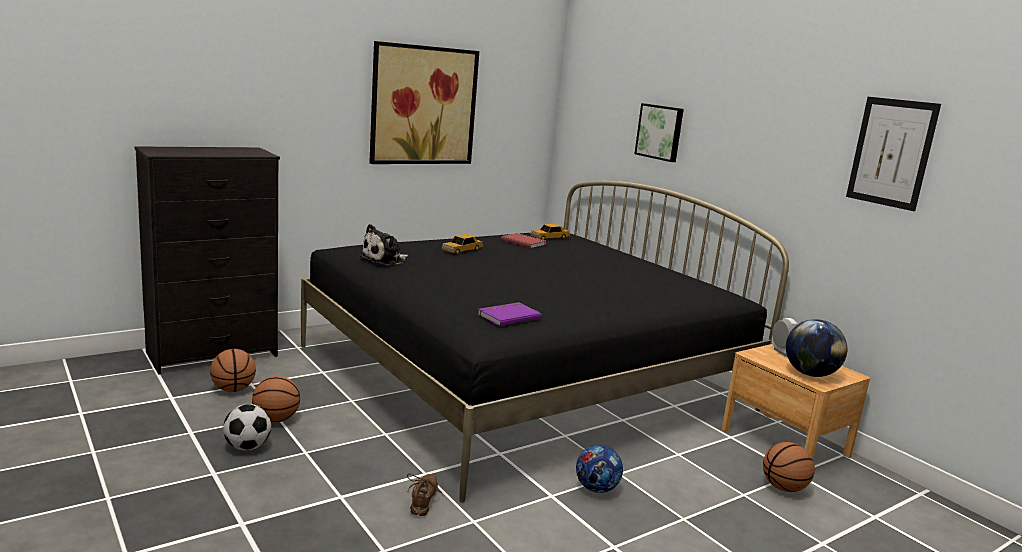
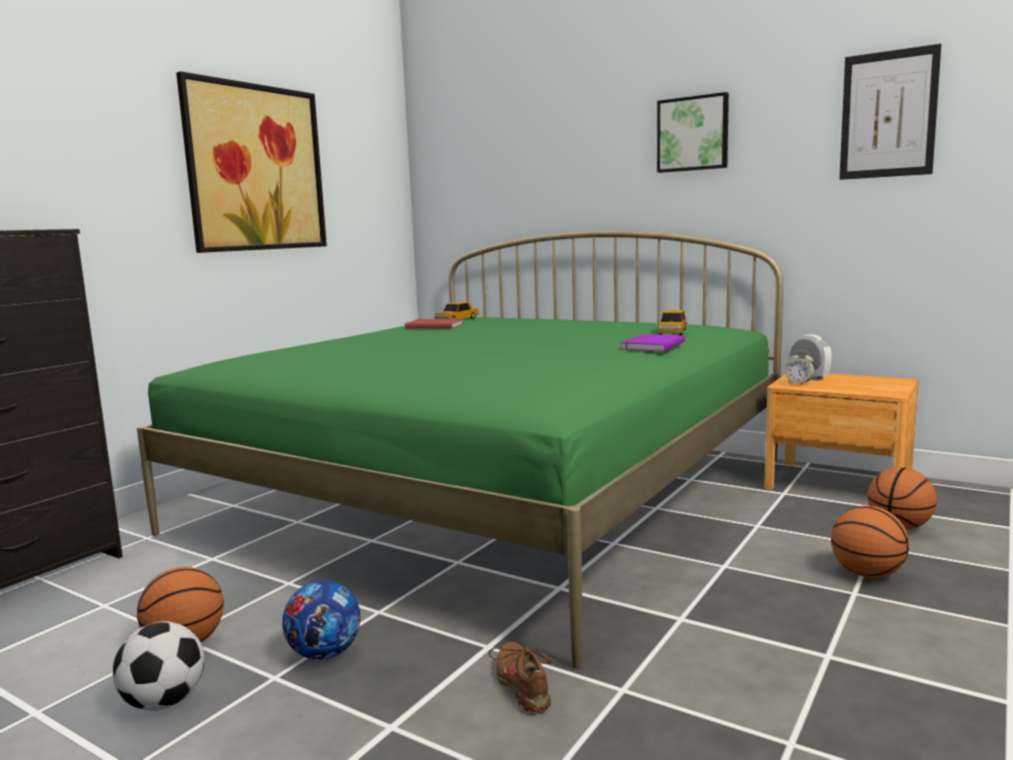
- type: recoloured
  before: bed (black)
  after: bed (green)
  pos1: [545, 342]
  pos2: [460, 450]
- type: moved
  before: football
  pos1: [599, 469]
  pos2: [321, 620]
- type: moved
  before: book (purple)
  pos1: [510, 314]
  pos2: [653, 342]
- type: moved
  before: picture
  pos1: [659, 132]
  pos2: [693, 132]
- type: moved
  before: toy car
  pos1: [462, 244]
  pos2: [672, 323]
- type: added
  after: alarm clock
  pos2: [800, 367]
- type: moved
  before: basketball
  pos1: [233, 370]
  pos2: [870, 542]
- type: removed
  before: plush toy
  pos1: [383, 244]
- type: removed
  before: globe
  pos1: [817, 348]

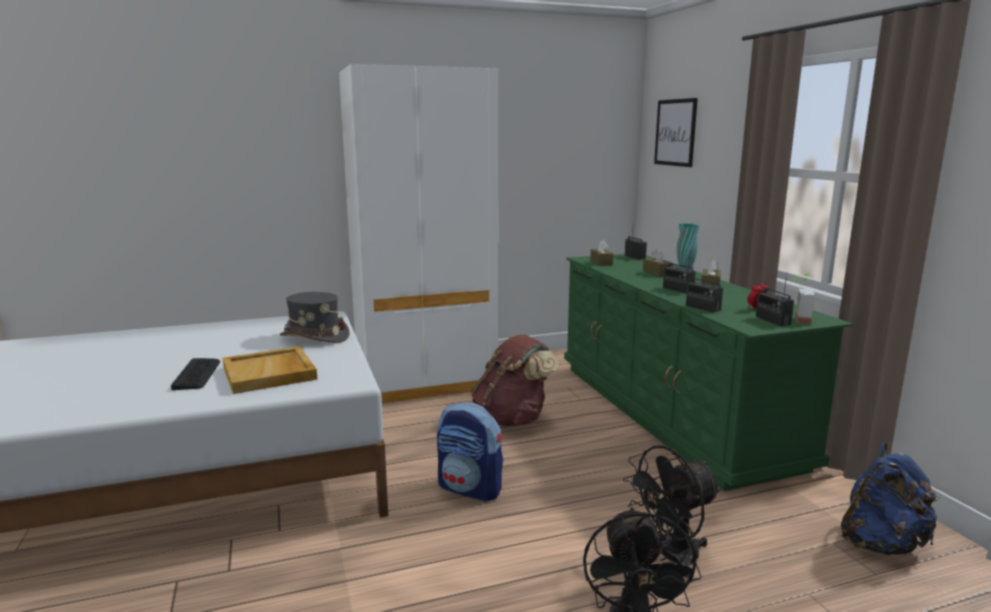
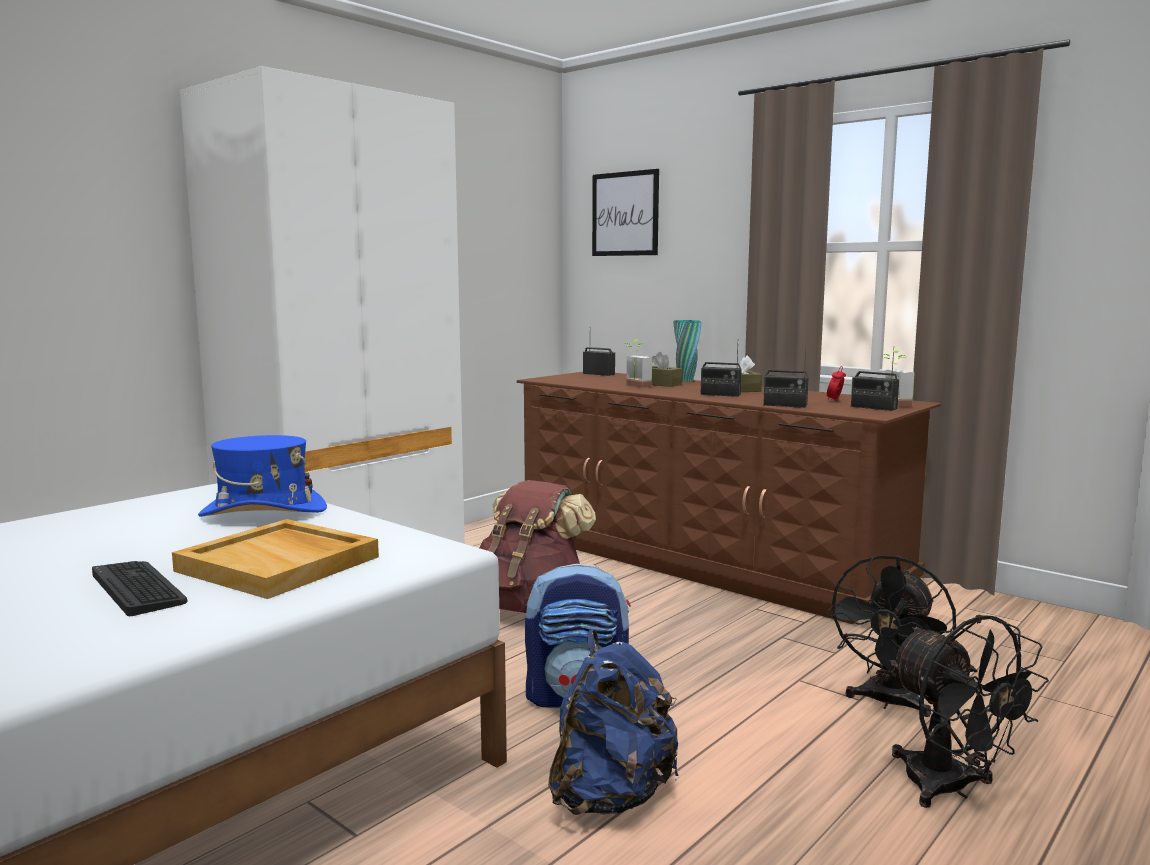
- type: recoloured
  before: hat (grey)
  after: hat (blue)
  pos1: [314, 317]
  pos2: [262, 476]
- type: recoloured
  before: dresser (green)
  after: dresser (brown)
  pos1: [708, 372]
  pos2: [729, 498]
- type: moved
  before: backpack (blue)
  pos1: [890, 498]
  pos2: [613, 722]
- type: added
  after: potted plant
  pos2: [639, 363]
- type: removed
  before: tissue box (brown)
  pos1: [601, 253]

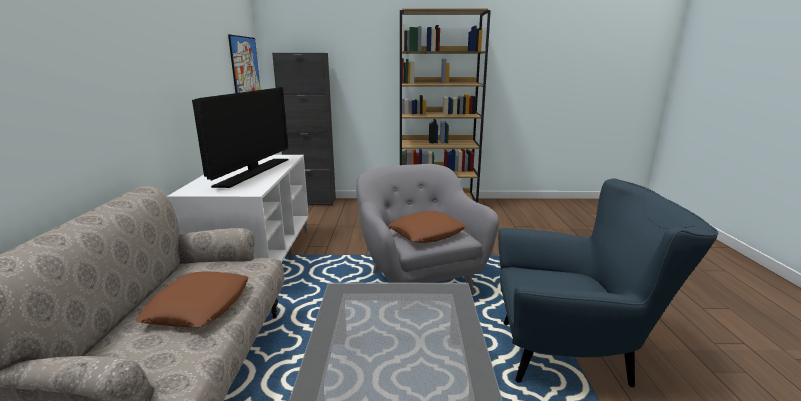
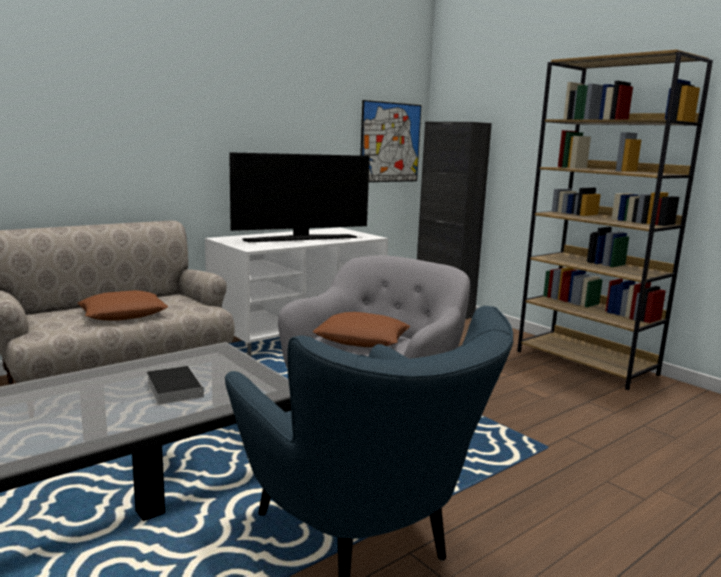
- type: added
  after: book
  pos2: [175, 385]

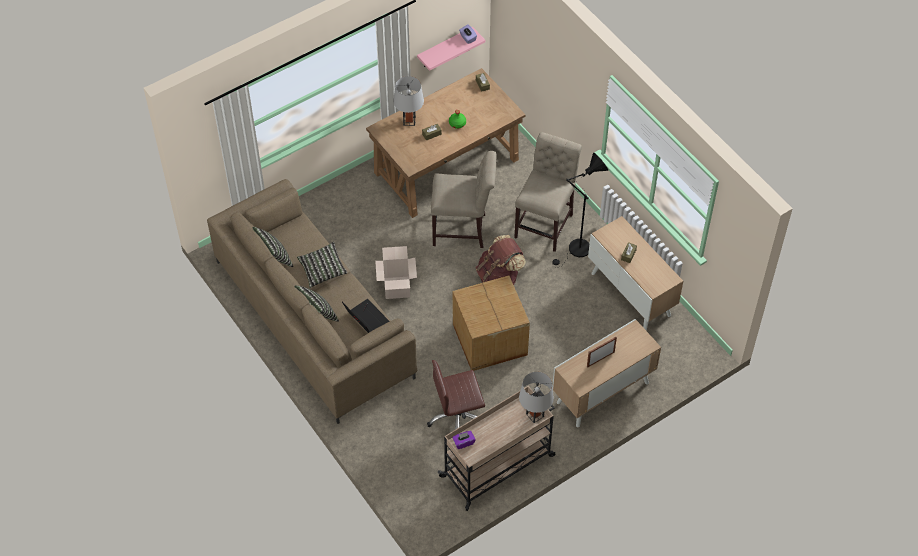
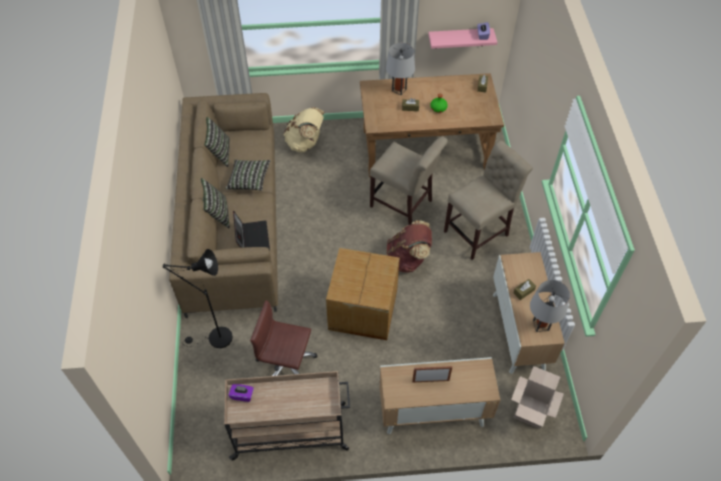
- type: moved
  before: floor lamp (black)
  pos1: [580, 210]
  pos2: [198, 298]
- type: added
  after: backpack (beige)
  pos2: [303, 129]
- type: moved
  before: cardboard box
  pos1: [396, 272]
  pos2: [537, 397]
- type: moved
  before: table lamp (grey)
  pos1: [536, 397]
  pos2: [550, 306]

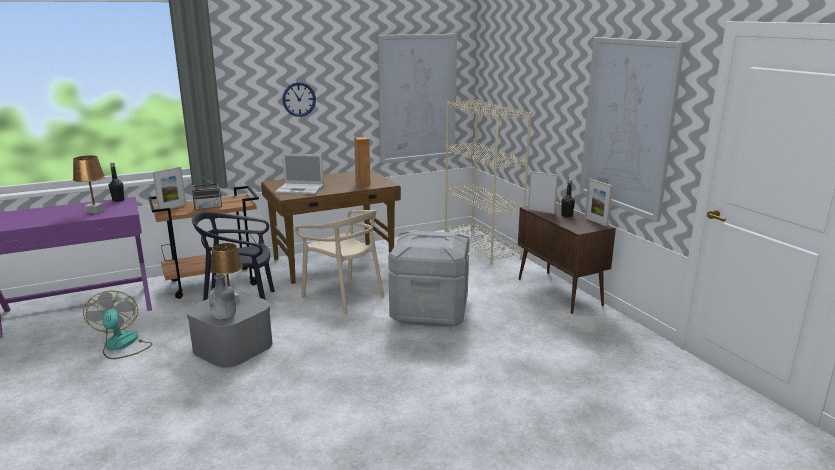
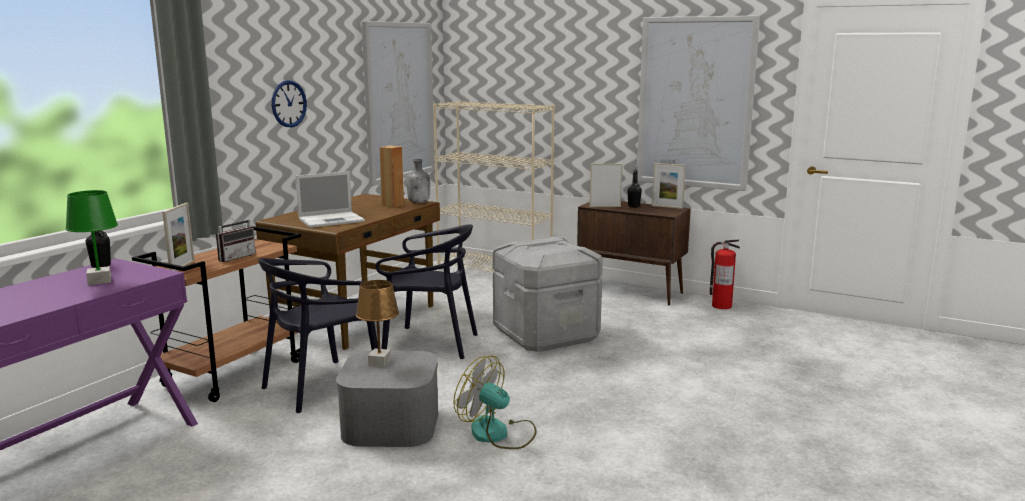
- type: recoloured
  before: table lamp (brown)
  after: table lamp (green)
  pos1: [89, 184]
  pos2: [91, 237]
- type: recoloured
  before: chair (beige)
  after: chair (black)
  pos1: [339, 261]
  pos2: [426, 291]
- type: moved
  before: bottle (grey)
  pos1: [222, 297]
  pos2: [418, 181]
- type: moved
  before: fan
  pos1: [117, 325]
  pos2: [495, 402]
- type: added
  after: fire extinguisher
  pos2: [725, 274]

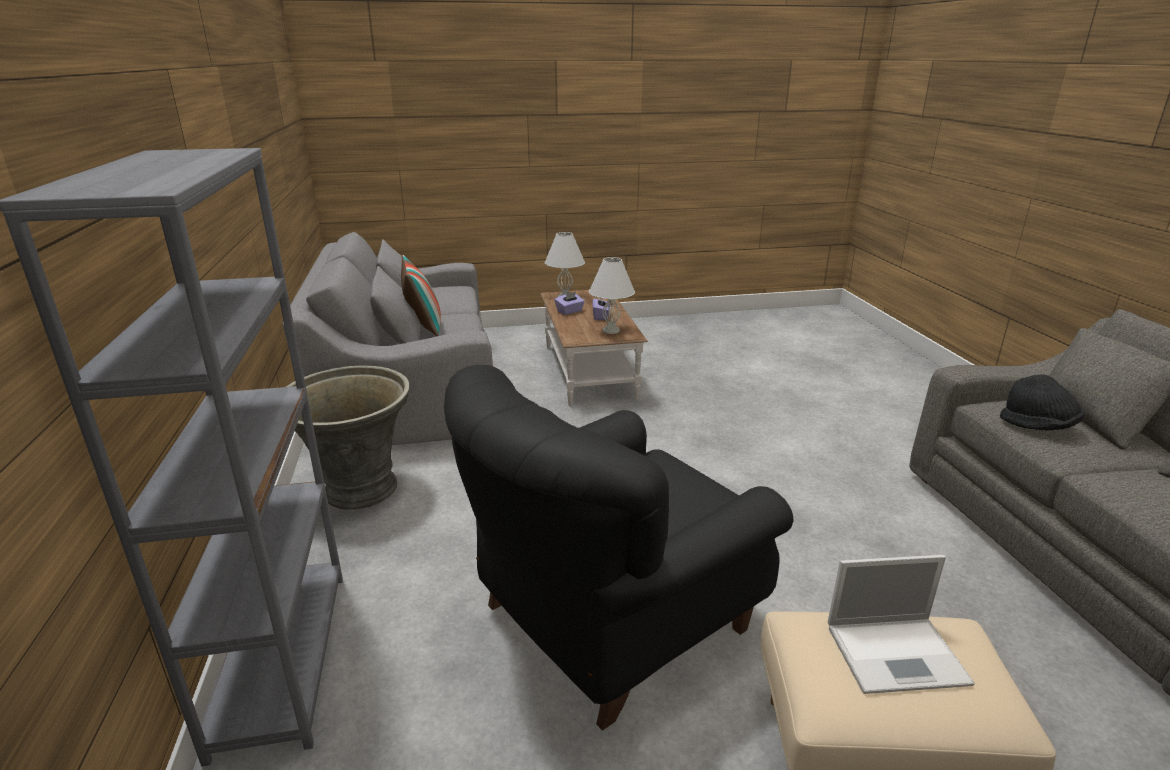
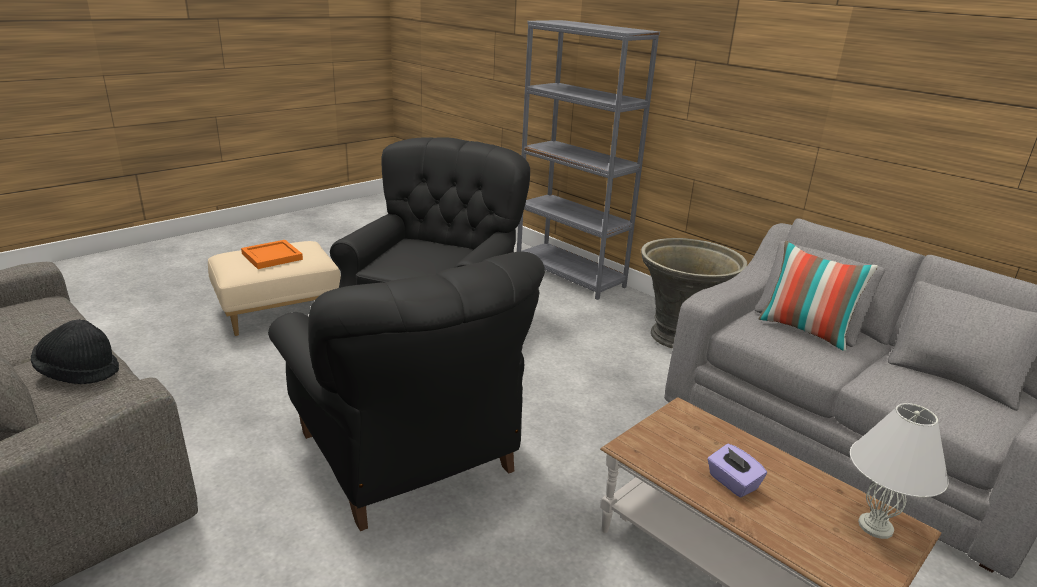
- type: replaced
  before: laptop
  after: tray (orange)
  pos1: [901, 624]
  pos2: [272, 254]
- type: added
  after: armchair (black)
  pos2: [406, 391]
- type: removed
  before: tissue box (purple)
  pos1: [570, 303]
- type: removed
  before: table lamp (white)
  pos1: [612, 295]

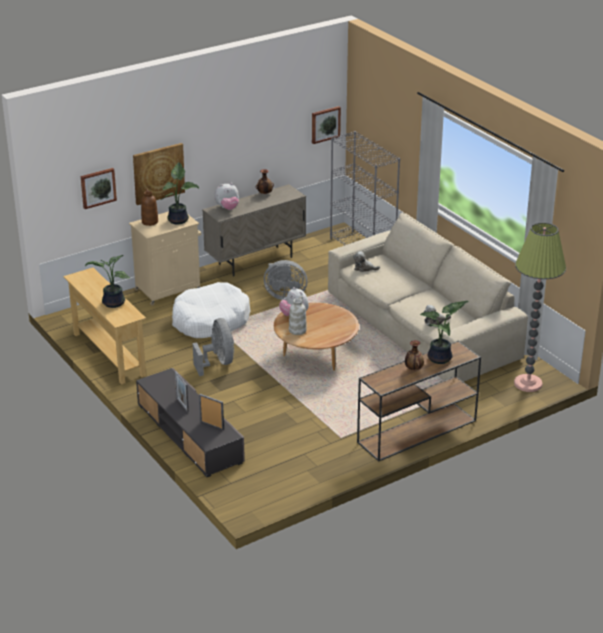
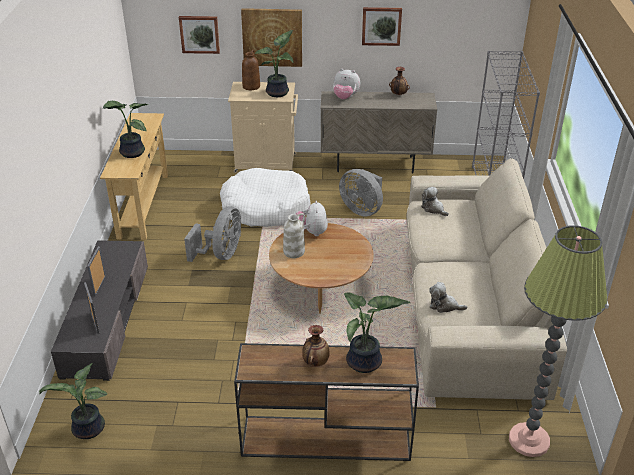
- type: added
  after: potted plant
  pos2: [73, 401]
- type: moved
  before: picture
  pos1: [326, 125]
  pos2: [382, 26]

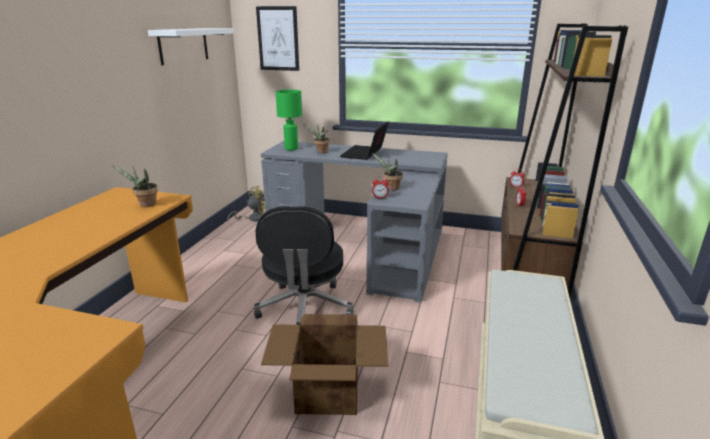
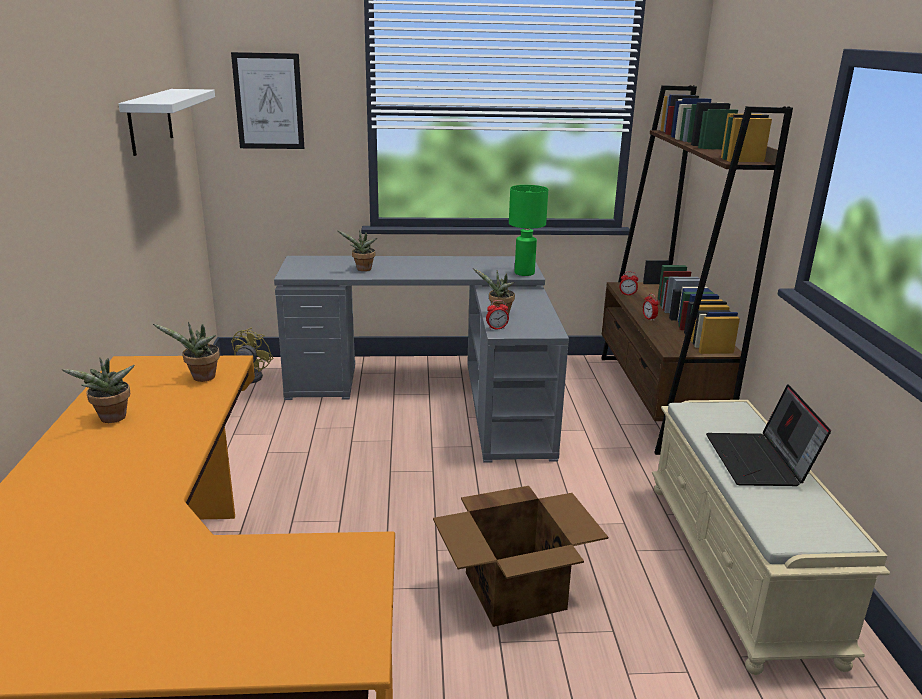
- type: added
  after: potted plant
  pos2: [98, 390]
- type: moved
  before: table lamp (green)
  pos1: [289, 120]
  pos2: [528, 230]
- type: moved
  before: laptop
  pos1: [364, 140]
  pos2: [768, 435]
- type: removed
  before: office chair (black)
  pos1: [304, 265]

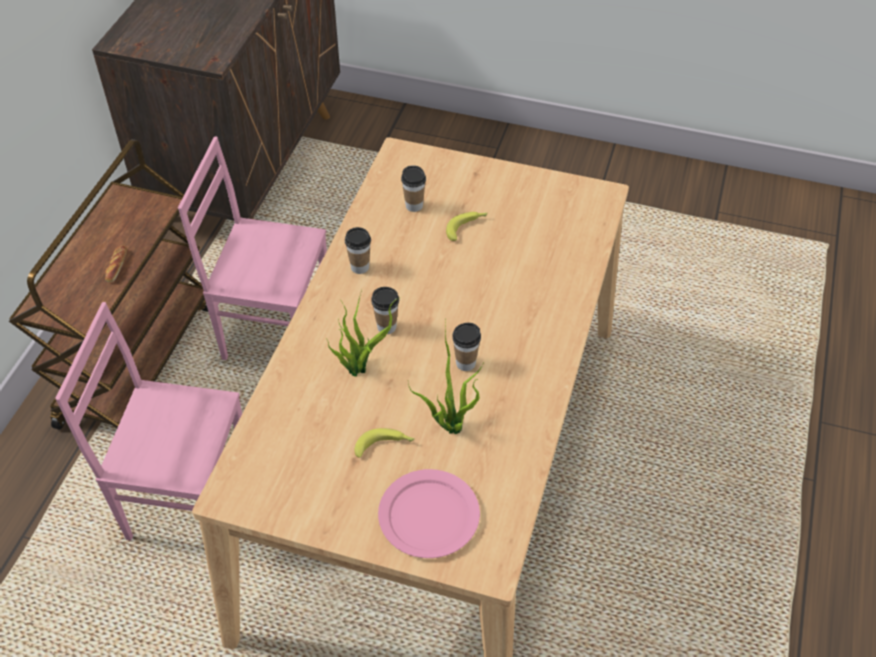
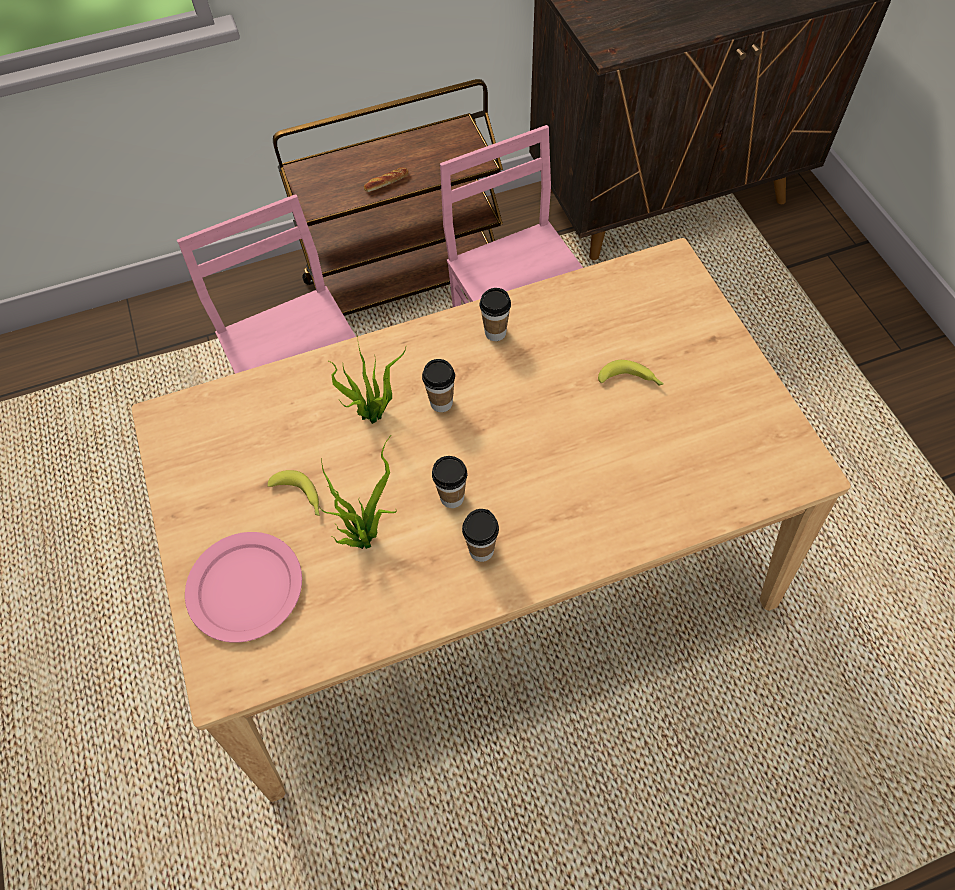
- type: moved
  before: cup
  pos1: [413, 188]
  pos2: [480, 535]

